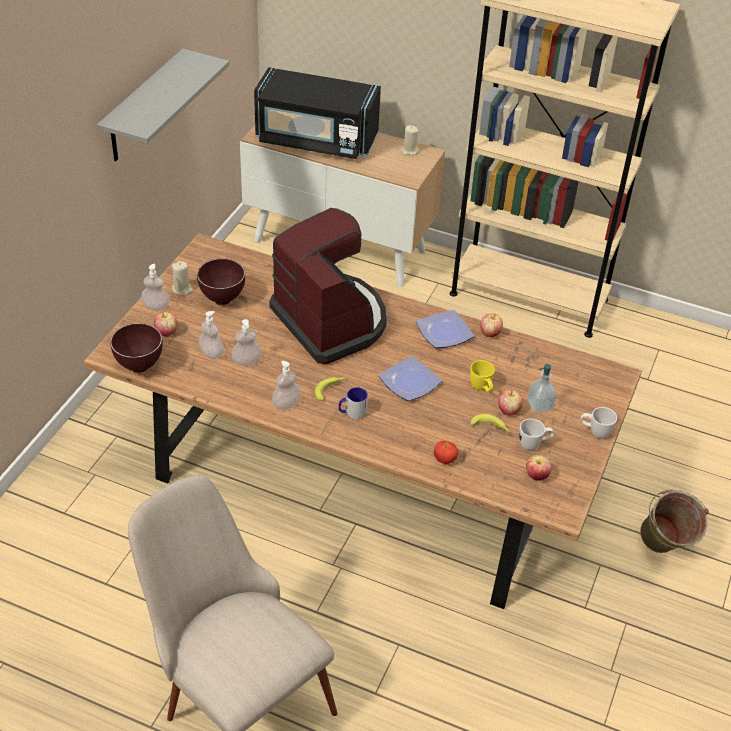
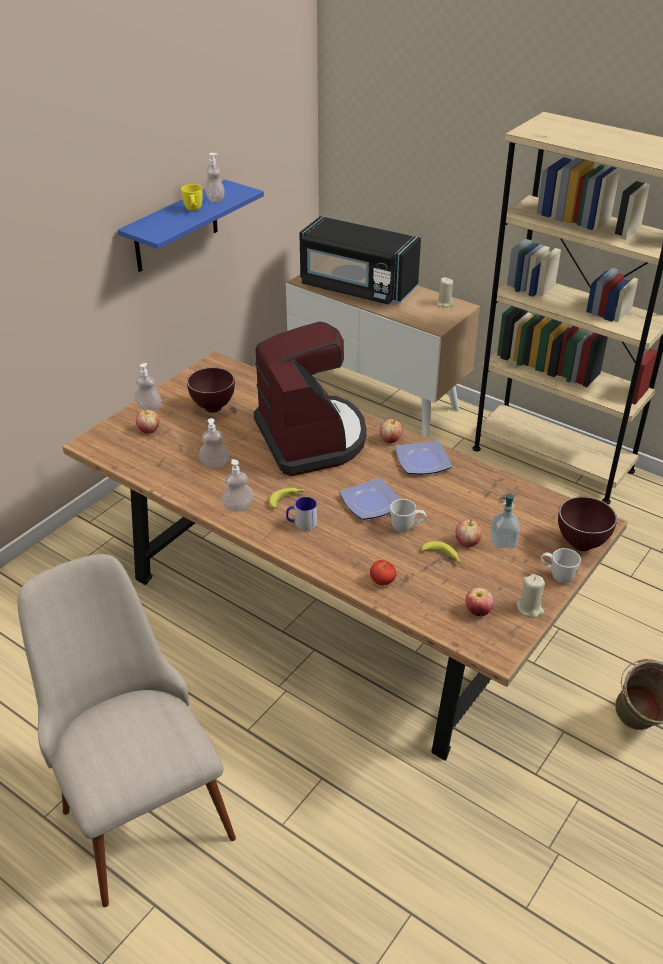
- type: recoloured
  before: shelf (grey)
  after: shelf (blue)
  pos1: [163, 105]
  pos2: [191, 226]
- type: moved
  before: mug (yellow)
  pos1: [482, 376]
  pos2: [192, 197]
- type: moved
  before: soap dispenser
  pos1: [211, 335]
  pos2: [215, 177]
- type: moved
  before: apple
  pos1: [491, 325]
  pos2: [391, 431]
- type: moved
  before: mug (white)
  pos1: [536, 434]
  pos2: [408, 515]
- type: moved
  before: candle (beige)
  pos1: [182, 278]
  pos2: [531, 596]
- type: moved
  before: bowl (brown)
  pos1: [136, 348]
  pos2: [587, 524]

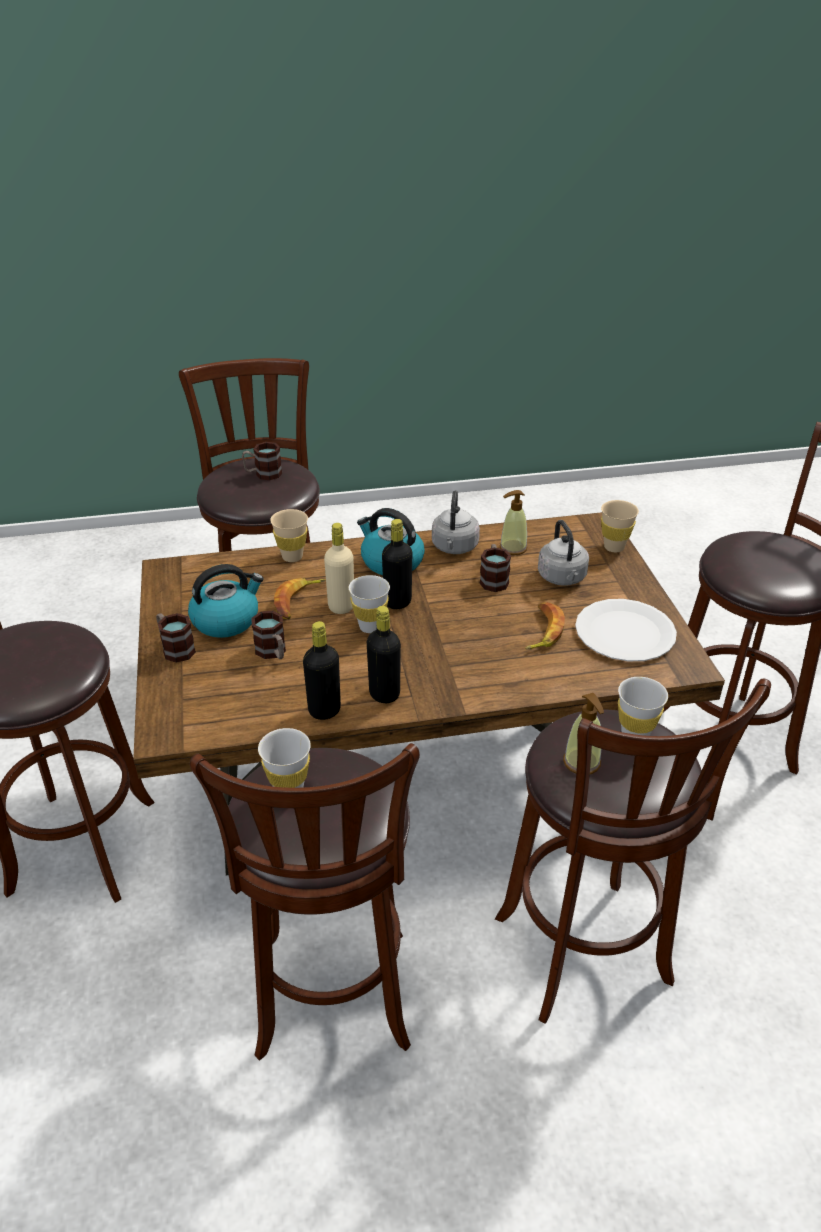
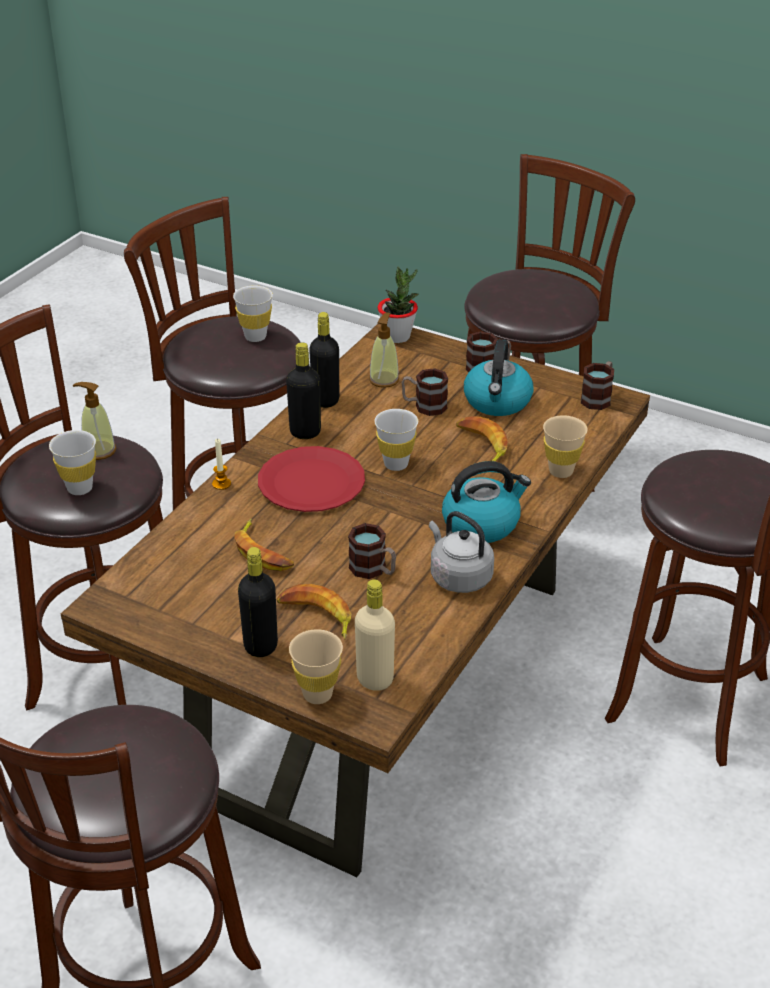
- type: added
  after: candle
  pos2: [221, 464]
- type: moved
  before: bottle (black)
  pos1: [397, 564]
  pos2: [258, 602]
- type: added
  after: plate (red)
  pos2: [311, 479]
- type: replaced
  before: kettle (grey)
  after: banana
  pos1: [563, 553]
  pos2: [313, 612]
- type: moved
  before: bottle (beige)
  pos1: [339, 568]
  pos2: [375, 635]
- type: moved
  before: soap dispenser
  pos1: [513, 522]
  pos2: [384, 350]
- type: added
  after: potted plant
  pos2: [398, 305]
- type: moved
  before: mug
  pos1: [262, 461]
  pos2: [597, 385]
- type: removed
  before: plate (white)
  pos1: [626, 630]

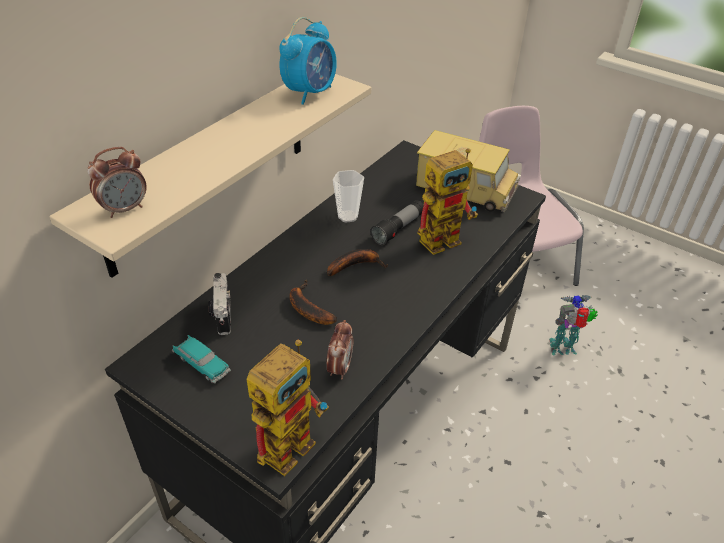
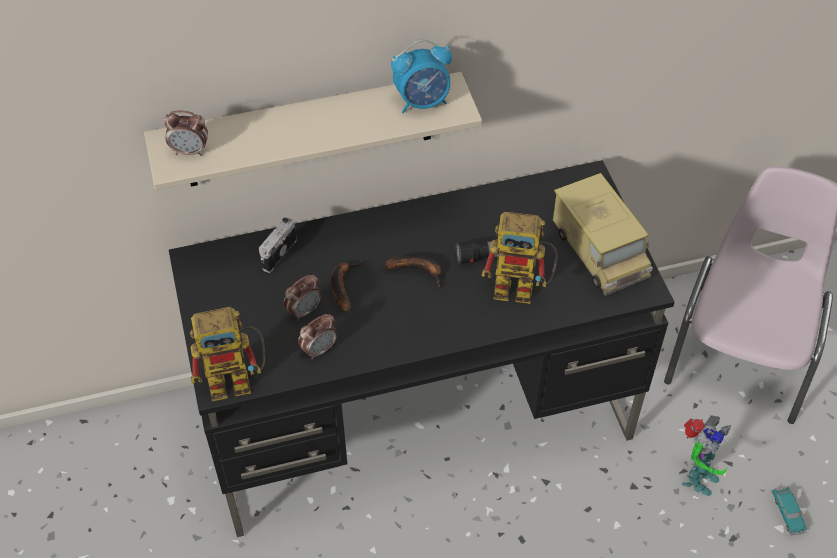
- type: added
  after: alarm clock
  pos2: [302, 298]
- type: turned
  before: toy robot
  pos1: [573, 325]
  pos2: [706, 455]
  turn: 90
- type: moved
  before: toy car
  pos1: [201, 359]
  pos2: [789, 511]
- type: removed
  before: cup
  pos1: [348, 196]

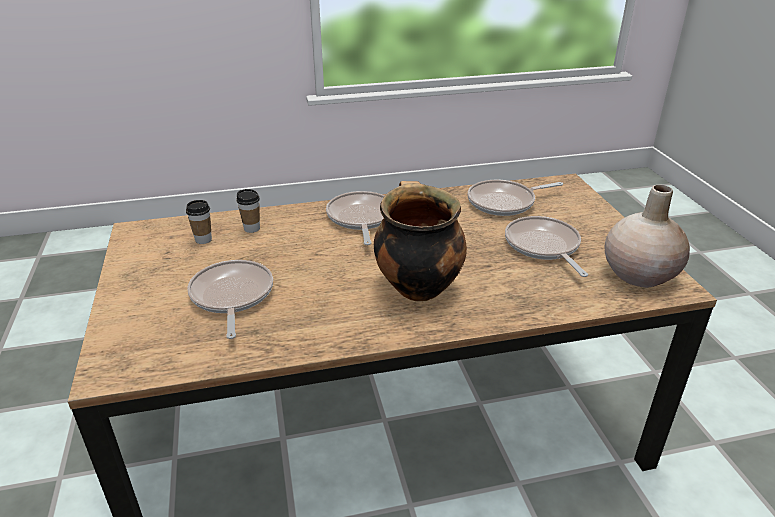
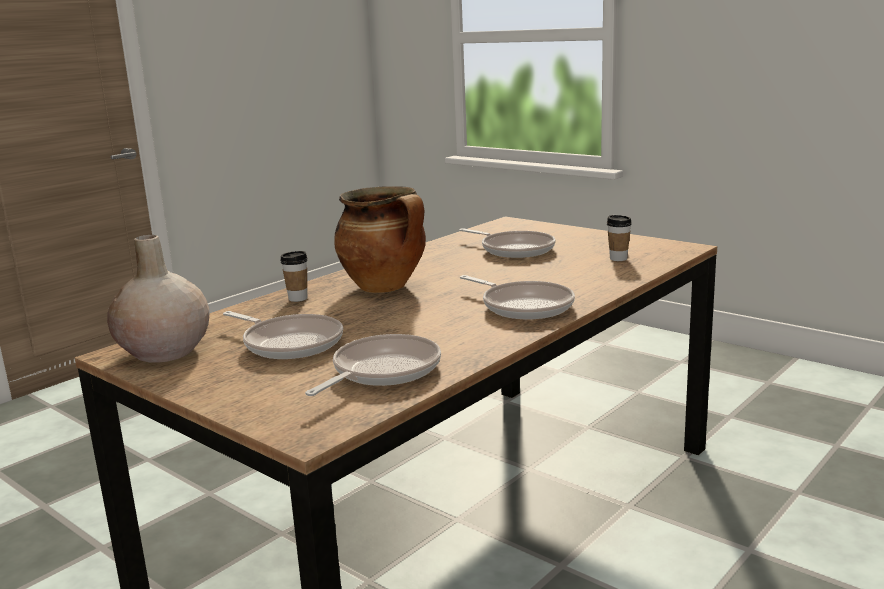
- type: moved
  before: cup
  pos1: [248, 211]
  pos2: [294, 276]

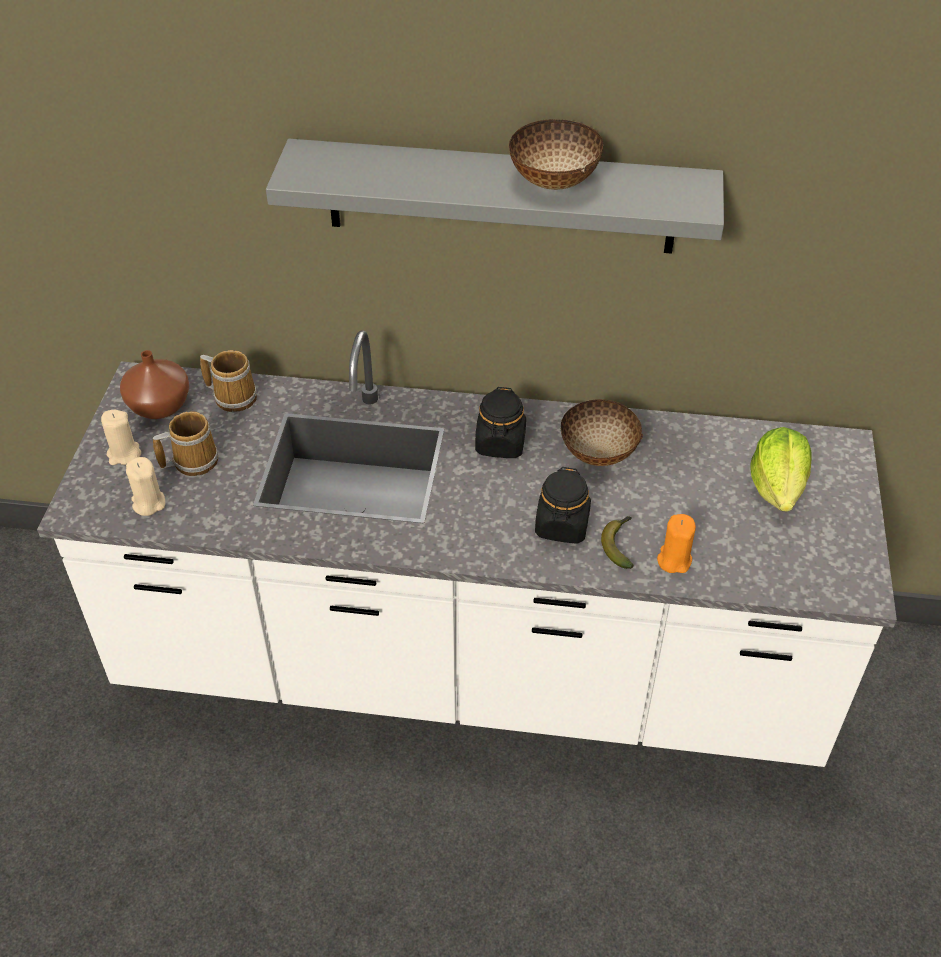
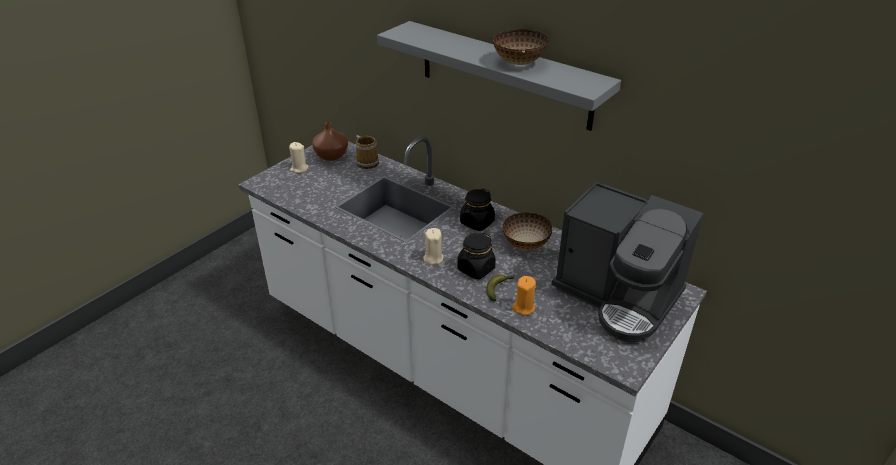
- type: moved
  before: candle (beige)
  pos1: [145, 486]
  pos2: [433, 246]
- type: replaced
  before: lettuce
  after: coffee machine
  pos1: [781, 469]
  pos2: [627, 261]
- type: removed
  before: mug
  pos1: [185, 443]

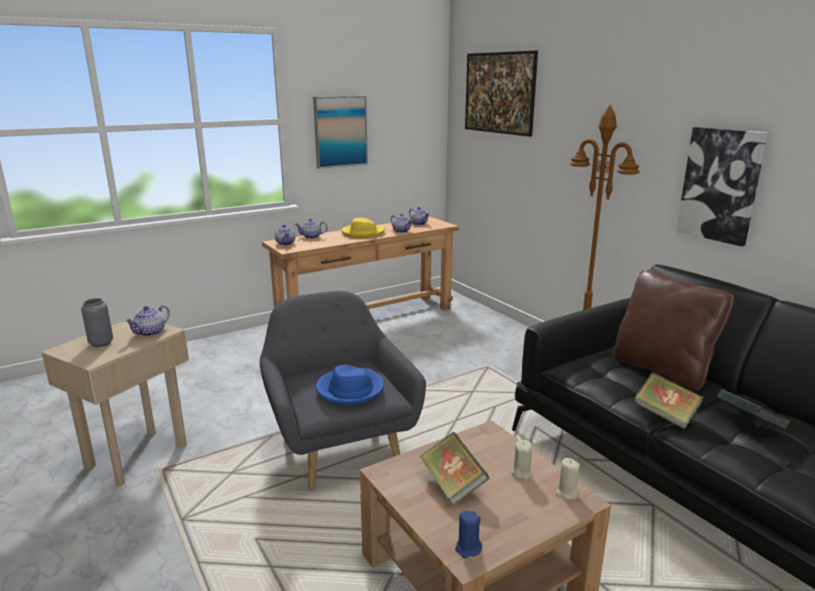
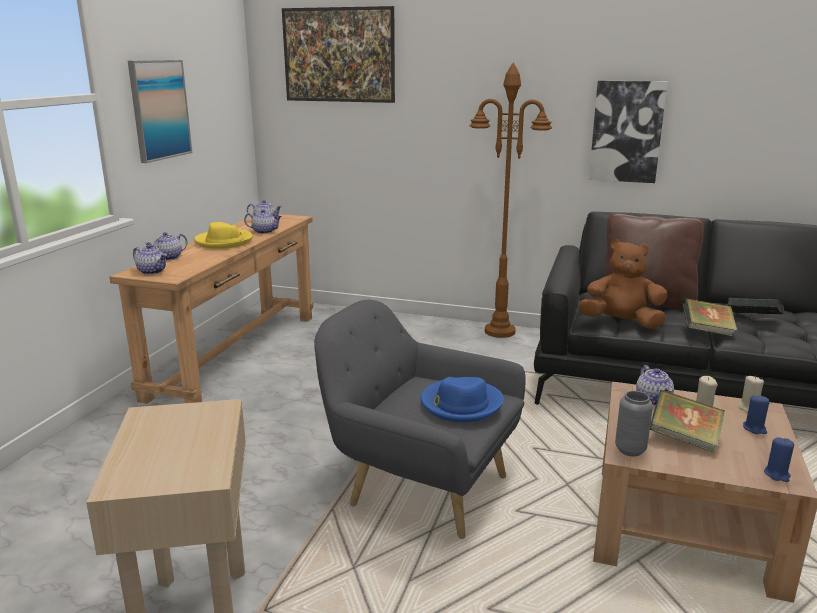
- type: added
  after: plush toy (brown)
  pos2: [623, 284]
- type: moved
  before: vase (grey)
  pos1: [97, 322]
  pos2: [634, 423]
- type: moved
  before: teapot
  pos1: [147, 320]
  pos2: [655, 385]
- type: added
  after: candle (blue)
  pos2: [756, 414]

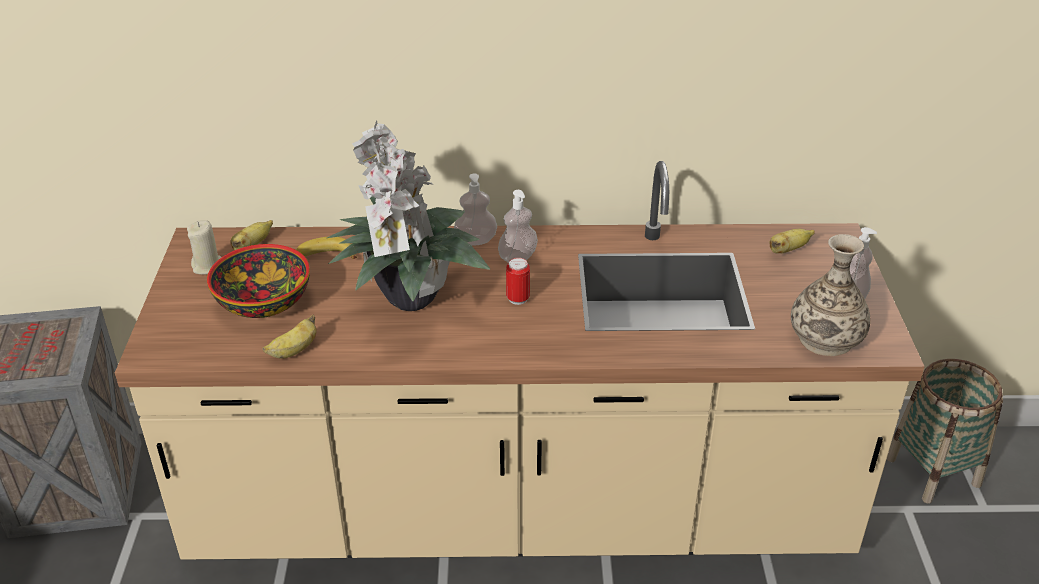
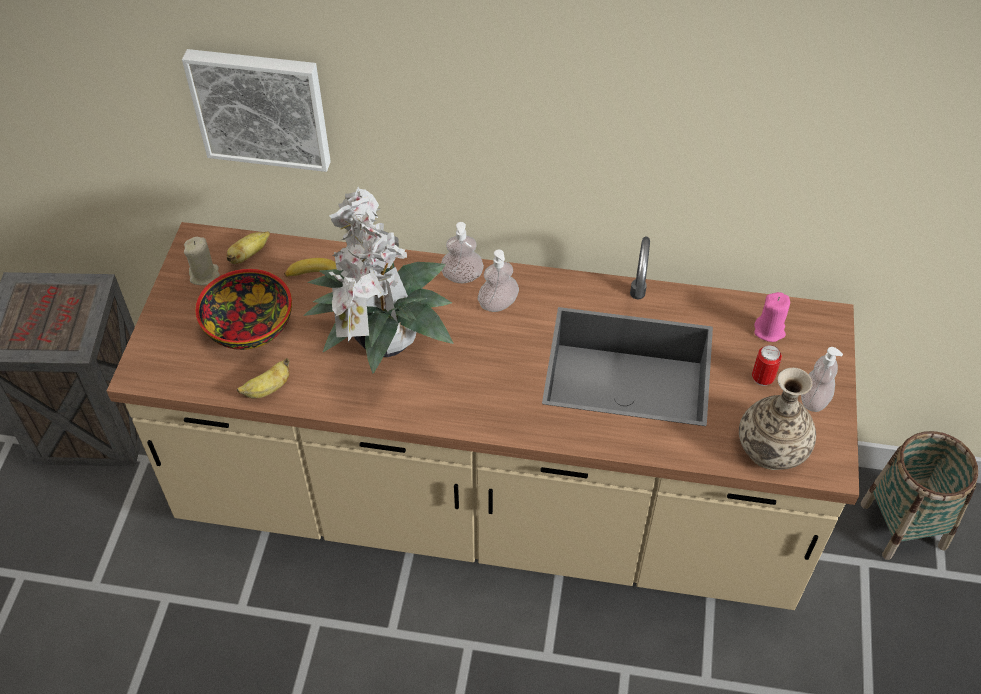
- type: added
  after: picture
  pos2: [256, 110]
- type: moved
  before: can
  pos1: [518, 281]
  pos2: [767, 365]
- type: replaced
  before: banana
  after: candle (pink)
  pos1: [792, 241]
  pos2: [772, 317]

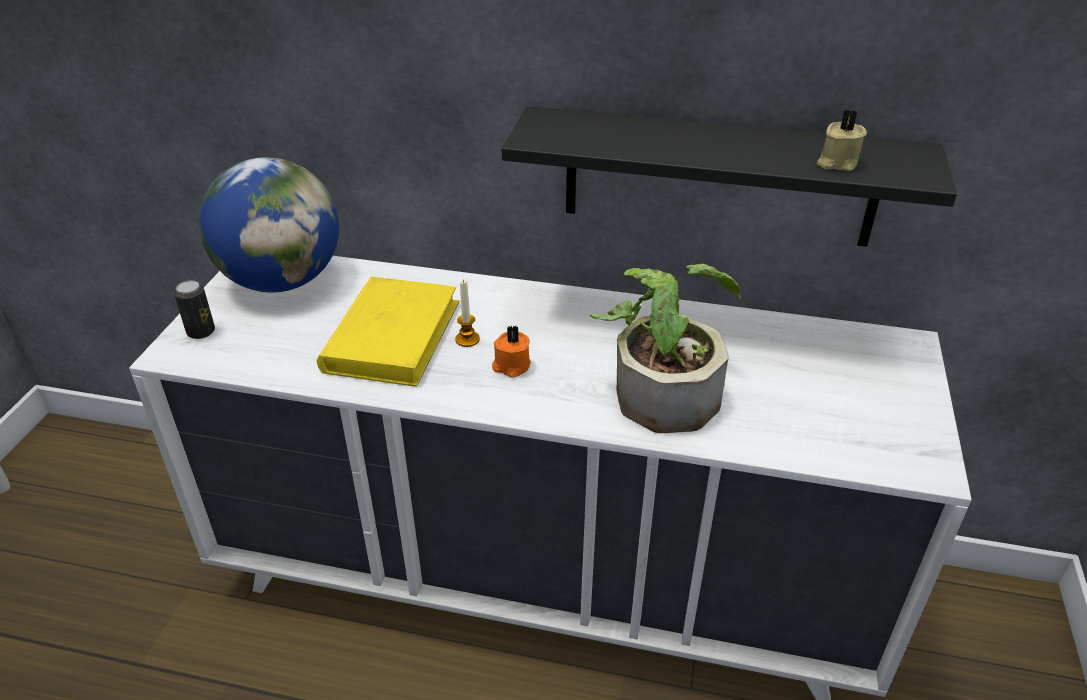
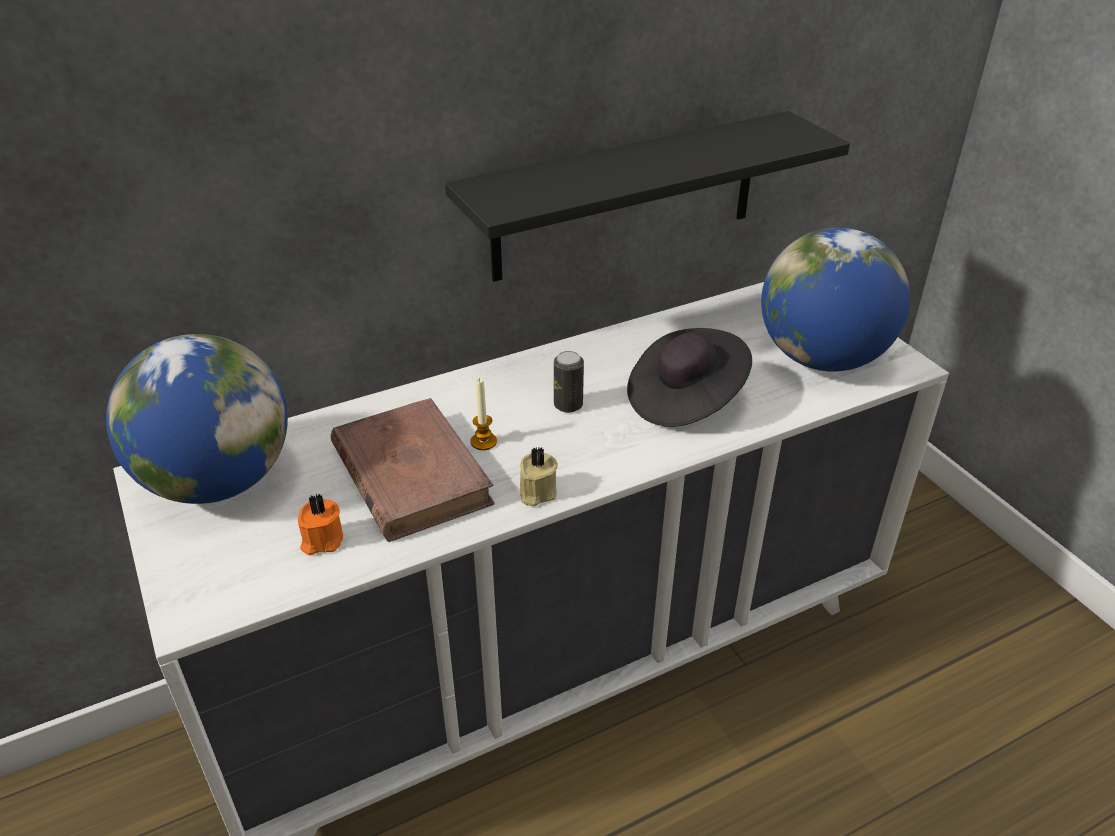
- type: moved
  before: candle (orange)
  pos1: [511, 351]
  pos2: [320, 524]
- type: recoloured
  before: book (yellow)
  after: book (brown)
  pos1: [388, 332]
  pos2: [413, 470]
- type: moved
  before: candle (beige)
  pos1: [842, 140]
  pos2: [539, 476]
- type: moved
  before: can
  pos1: [194, 309]
  pos2: [569, 382]
- type: replaced
  before: potted plant
  after: hat (black)
  pos1: [665, 348]
  pos2: [689, 377]
- type: added
  after: globe
  pos2: [835, 299]

